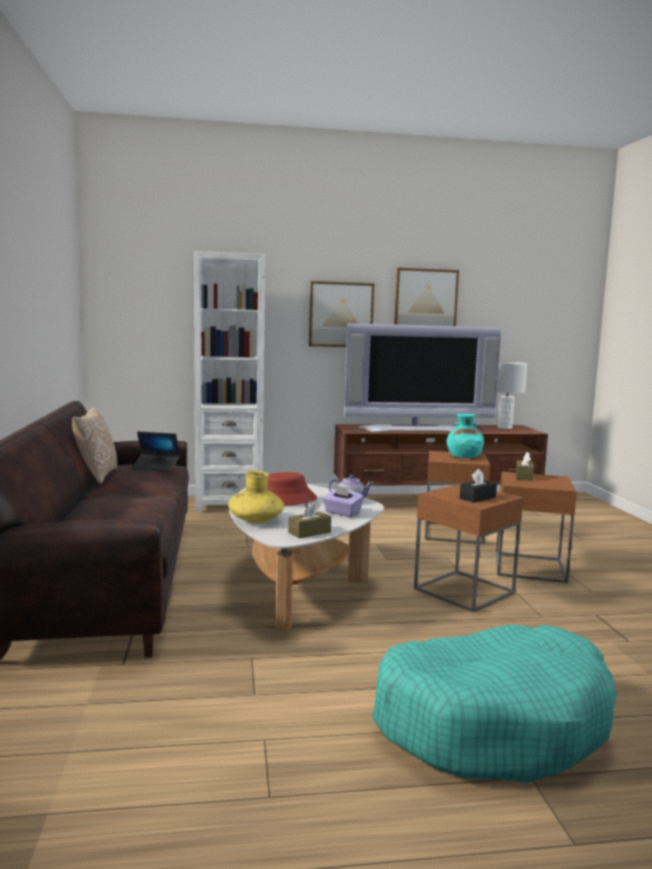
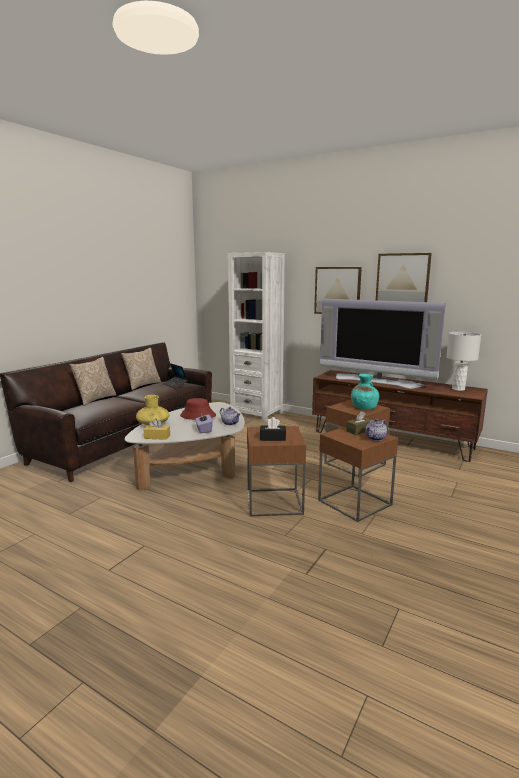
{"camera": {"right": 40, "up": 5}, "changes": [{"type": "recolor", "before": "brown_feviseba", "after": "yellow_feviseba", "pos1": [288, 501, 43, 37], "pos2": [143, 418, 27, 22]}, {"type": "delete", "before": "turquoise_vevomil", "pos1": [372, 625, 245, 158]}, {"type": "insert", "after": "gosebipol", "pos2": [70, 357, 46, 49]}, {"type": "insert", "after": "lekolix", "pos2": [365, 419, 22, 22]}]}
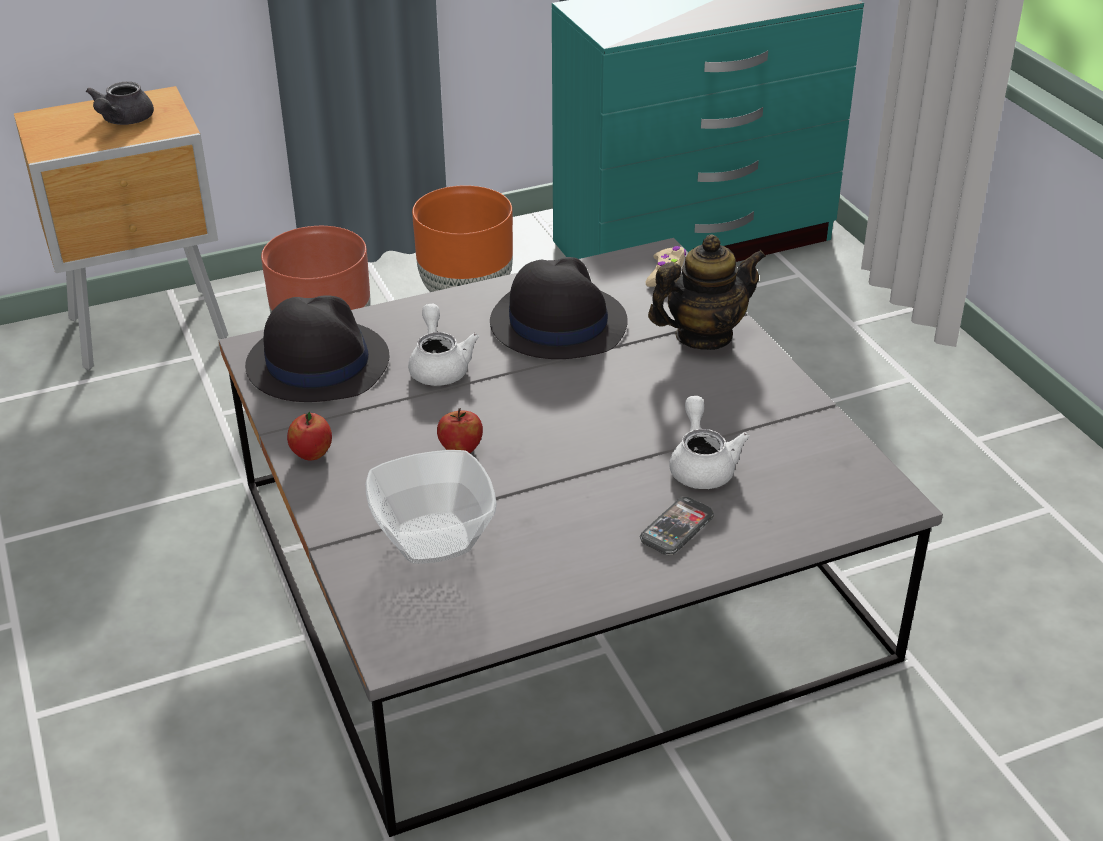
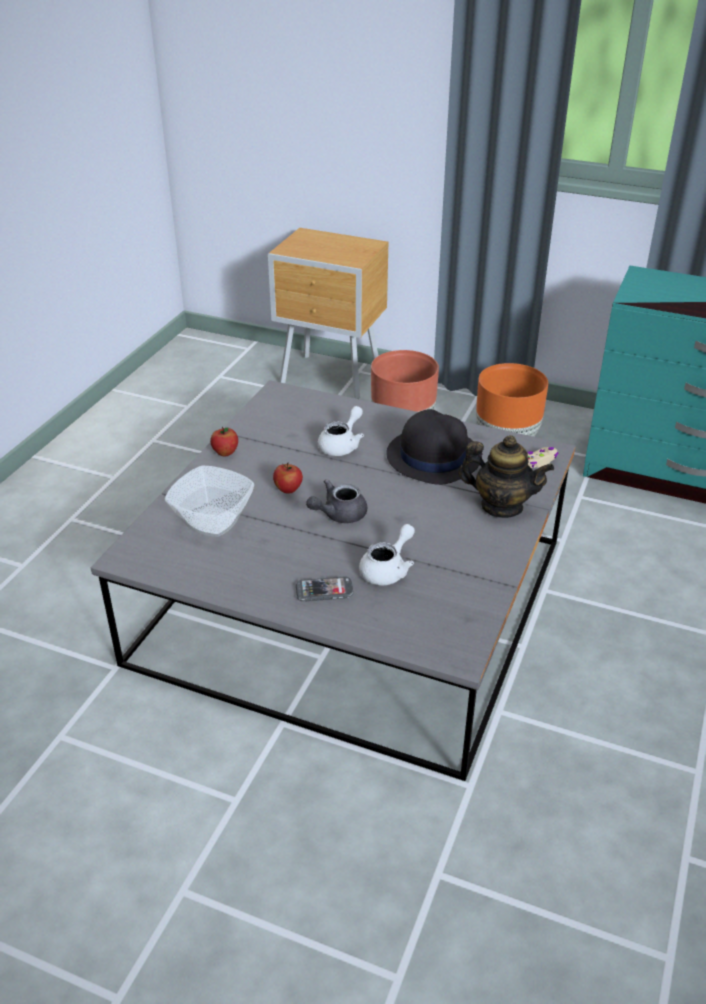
{"camera": {"right": 45, "up": 0}, "changes": [{"type": "move", "before": "grey_lekolix", "pos1": [86, 82, 68, 43], "pos2": [306, 479, 61, 44]}, {"type": "delete", "before": "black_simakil", "pos1": [245, 295, 144, 107]}]}
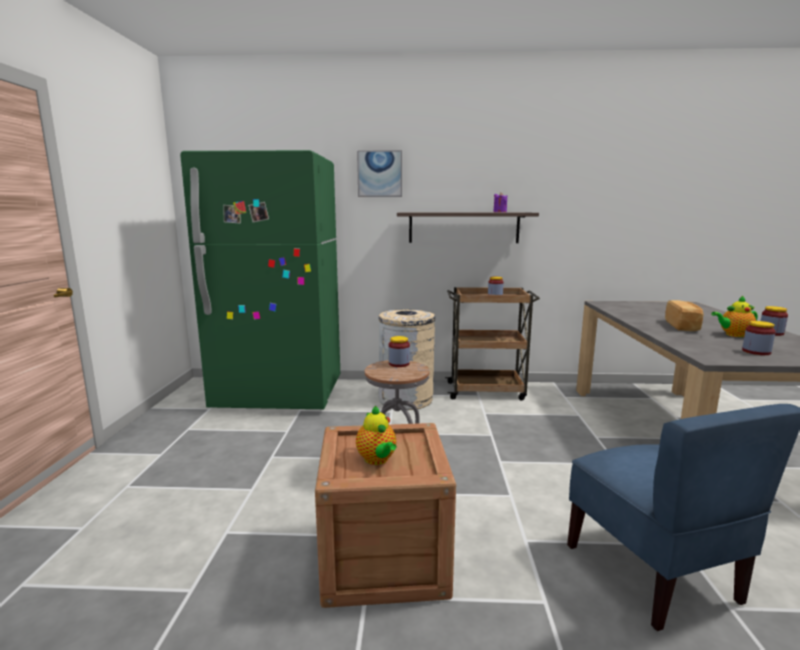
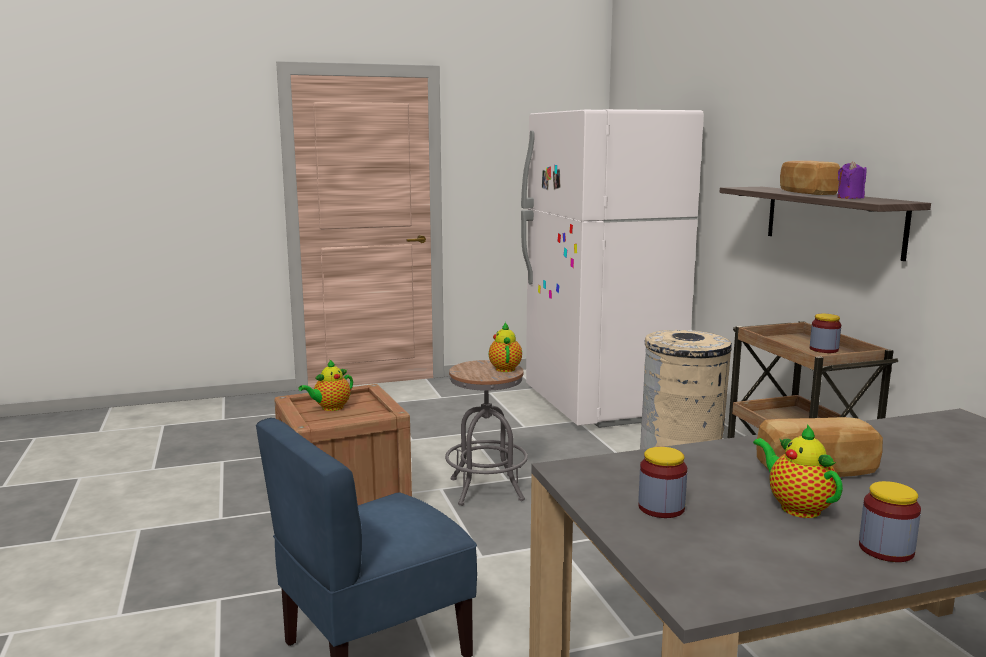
{"camera": {"right": 70, "up": 0}, "changes": [{"type": "recolor", "before": "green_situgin", "after": "white_situgin", "pos1": [180, 150, 160, 259], "pos2": [521, 109, 183, 319]}, {"type": "delete", "before": "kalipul", "pos1": [357, 150, 45, 47]}, {"type": "replace", "before": "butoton", "after": "lekolix", "pos1": [389, 336, 21, 31], "pos2": [489, 322, 33, 50]}, {"type": "insert", "after": "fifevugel", "pos2": [780, 161, 60, 34]}]}
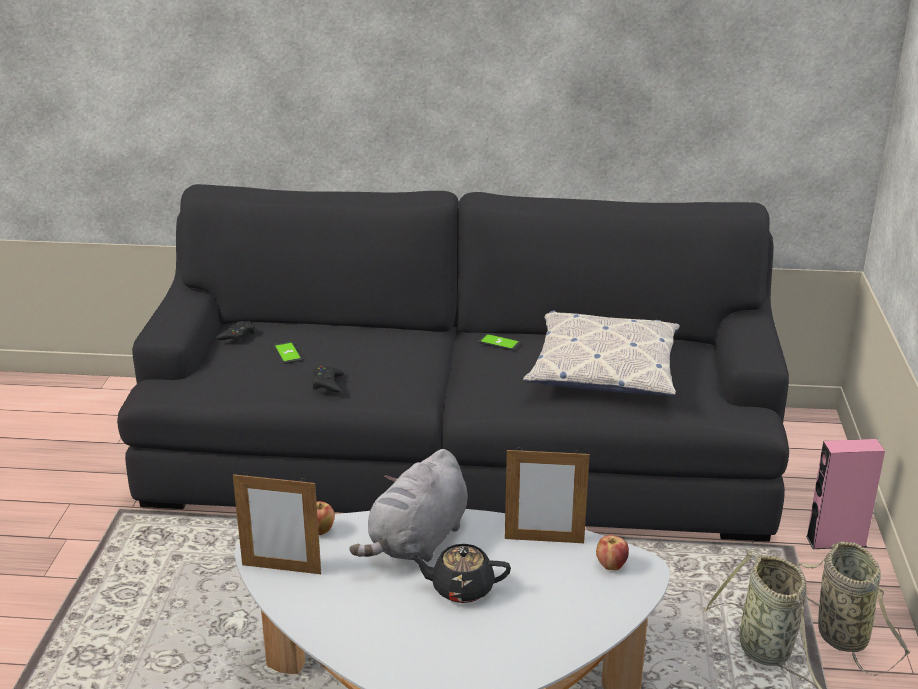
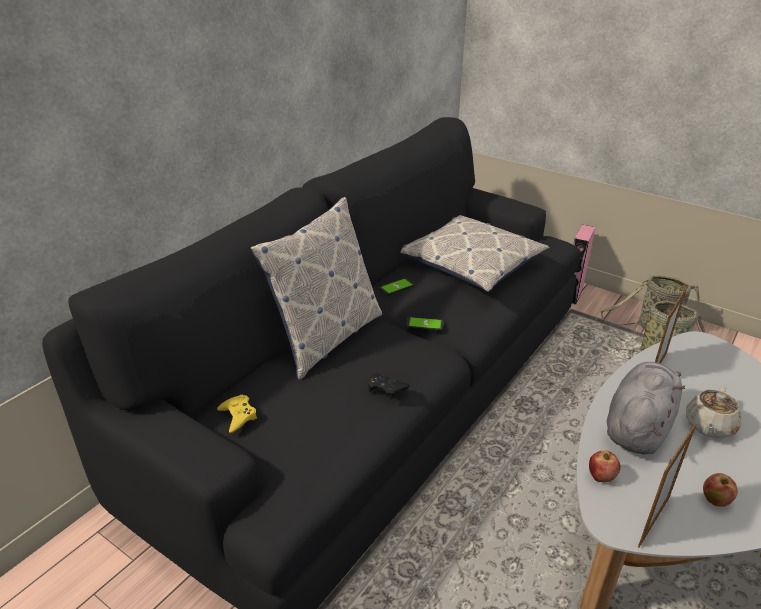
{"camera": {"right": -60, "up": 5}, "changes": [{"type": "recolor", "before": "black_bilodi", "after": "yellow_bilodi", "pos1": [216, 321, 39, 22], "pos2": [217, 395, 40, 38]}, {"type": "move", "before": "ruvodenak", "pos1": [274, 341, 28, 23], "pos2": [406, 317, 38, 14]}, {"type": "rotate", "before": "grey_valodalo", "pos1": [349, 449, 119, 113], "pos2": [607, 362, 78, 93], "turn": -120}, {"type": "move", "before": "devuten", "pos1": [596, 535, 33, 35], "pos2": [703, 473, 35, 34]}, {"type": "recolor", "before": "black_lekolix", "after": "beige_lekolix", "pos1": [409, 544, 102, 59], "pos2": [686, 385, 56, 53]}, {"type": "insert", "after": "gosebipol", "pos2": [250, 197, 132, 183]}]}
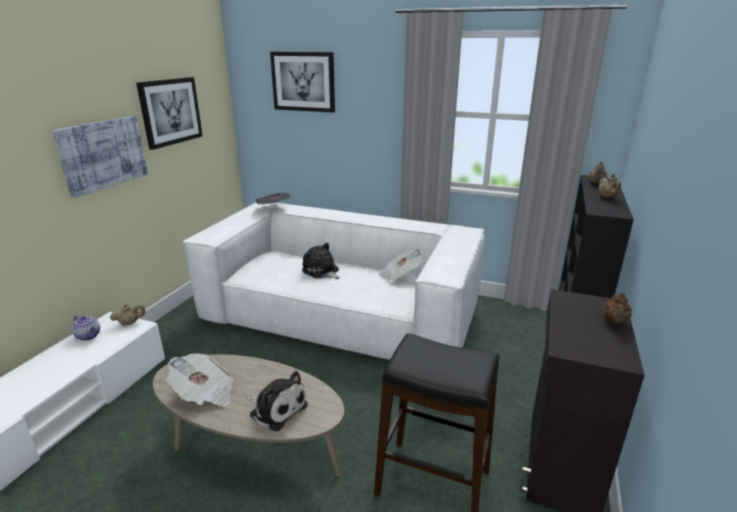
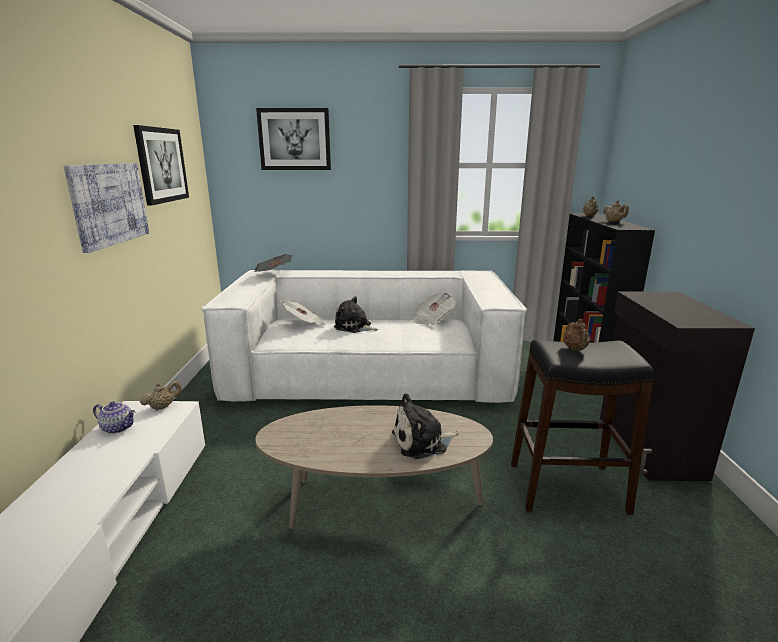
{"camera": {"right": -20, "up": -5}, "changes": [{"type": "move", "before": "brown_lekolix", "pos1": [604, 293, 28, 31], "pos2": [563, 319, 28, 32]}, {"type": "move", "before": "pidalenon", "pos1": [166, 353, 69, 53], "pos2": [280, 300, 46, 25]}, {"type": "rotate", "before": "valodalo", "pos1": [247, 371, 61, 60], "pos2": [392, 393, 67, 66], "turn": 150}]}
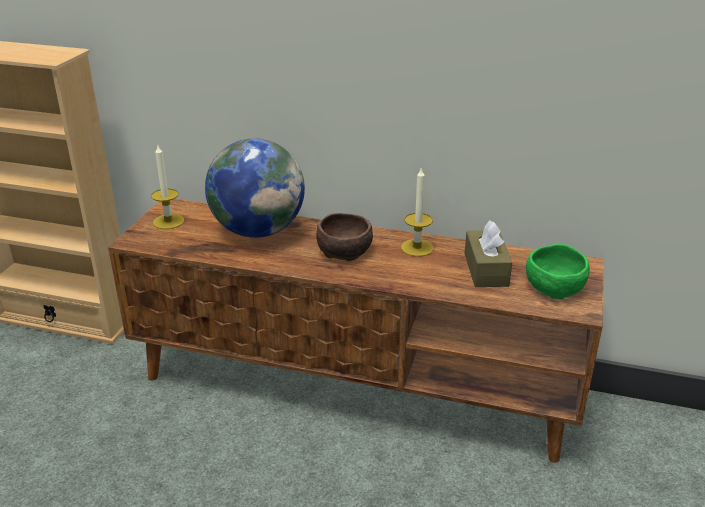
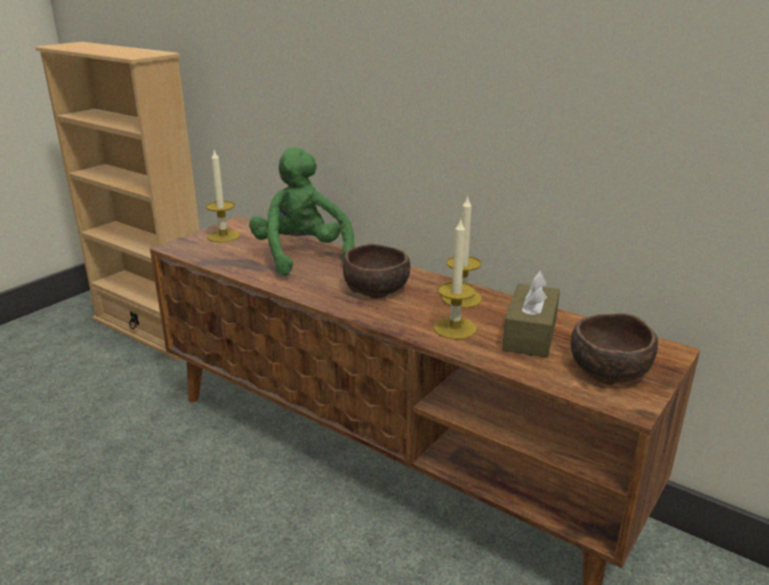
{"camera": {"right": 20, "up": -5}, "changes": [{"type": "replace", "before": "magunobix", "after": "green_valodalo", "pos1": [205, 138, 100, 100], "pos2": [249, 147, 105, 129]}, {"type": "recolor", "before": "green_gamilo", "after": "brown_gamilo", "pos1": [526, 244, 64, 55], "pos2": [571, 313, 87, 72]}, {"type": "insert", "after": "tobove", "pos2": [433, 217, 44, 122]}]}
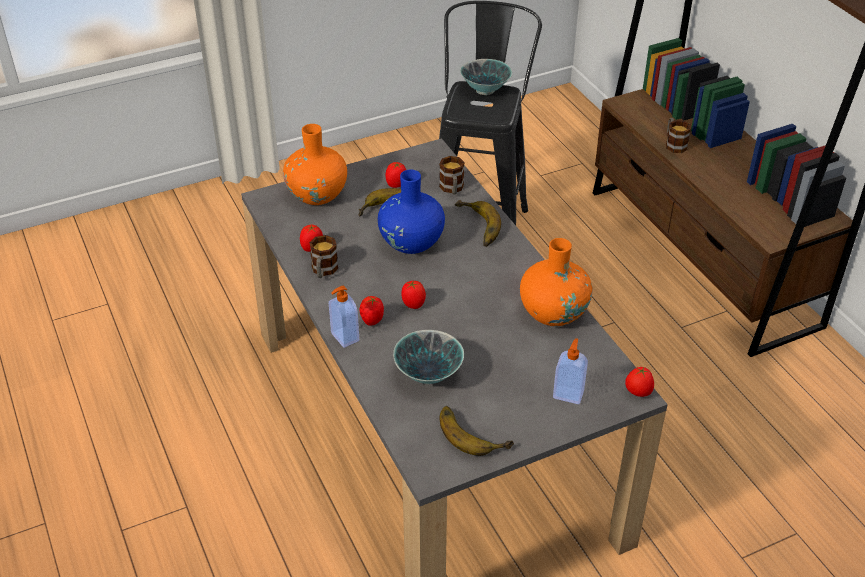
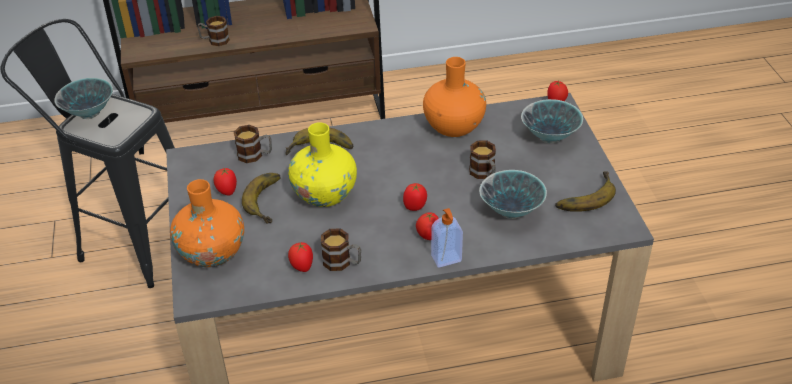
{"camera": {"right": -75, "up": 0}, "changes": [{"type": "recolor", "before": "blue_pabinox", "after": "yellow_pabinox", "pos1": [378, 170, 67, 84], "pos2": [288, 122, 69, 85]}, {"type": "replace", "before": "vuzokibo", "after": "gamilo", "pos1": [553, 338, 35, 66], "pos2": [521, 99, 62, 45]}, {"type": "insert", "after": "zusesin", "pos2": [469, 141, 27, 38]}]}
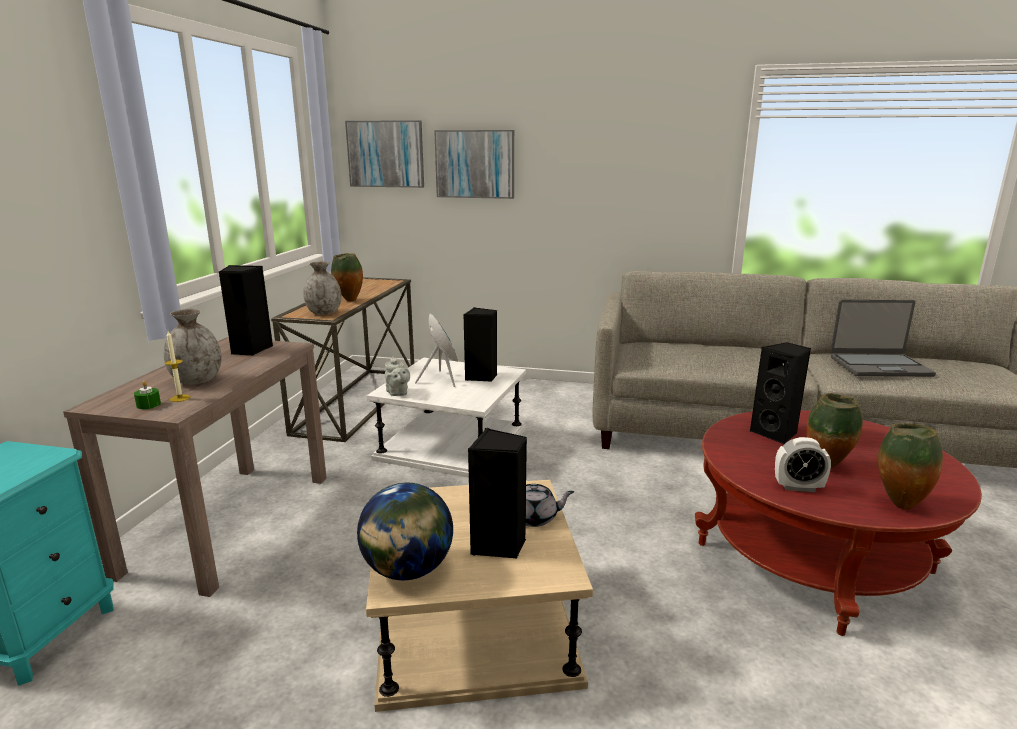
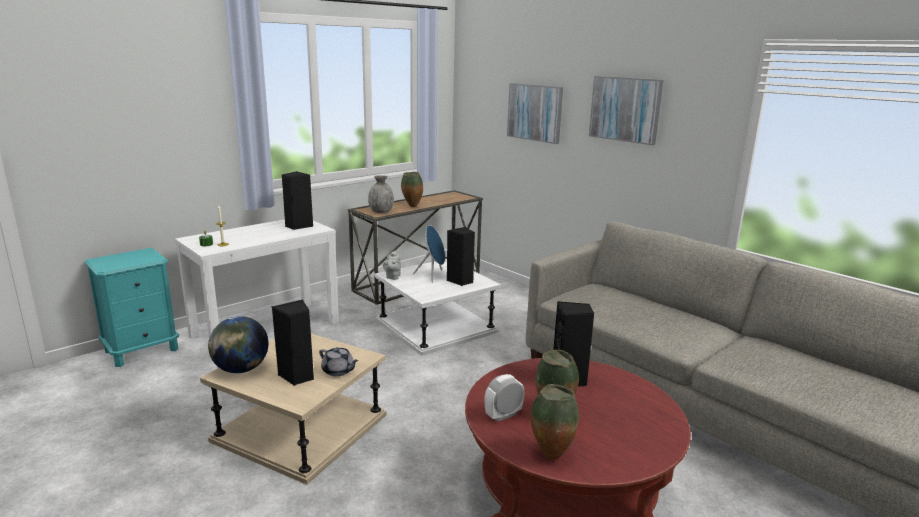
{"camera": {"right": 35, "up": 0}, "changes": [{"type": "move", "before": "kalipul", "pos1": [345, 120, 79, 68], "pos2": [589, 76, 74, 69]}, {"type": "delete", "before": "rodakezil", "pos1": [830, 300, 106, 77]}, {"type": "delete", "before": "grey_pabinox", "pos1": [164, 309, 58, 76]}, {"type": "recolor", "before": "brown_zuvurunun", "after": "white_zuvurunun", "pos1": [63, 337, 264, 260], "pos2": [175, 219, 164, 120]}, {"type": "rotate", "before": "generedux", "pos1": [775, 437, 56, 55], "pos2": [485, 374, 39, 48], "turn": 105}]}
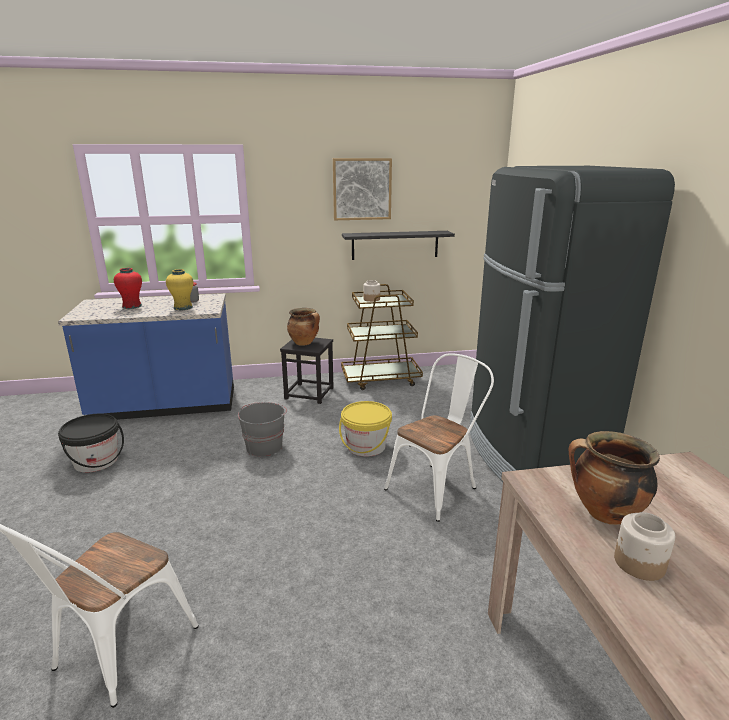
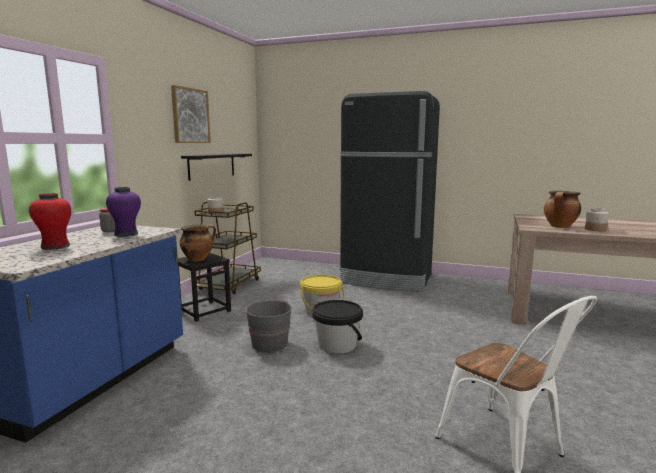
{"camera": {"right": -60, "up": -10}, "changes": [{"type": "recolor", "before": "yellow_pabinox", "after": "purple_pabinox", "pos1": [166, 269, 28, 41], "pos2": [106, 187, 35, 50]}, {"type": "delete", "before": "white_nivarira", "pos1": [384, 353, 110, 169]}, {"type": "move", "before": "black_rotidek", "pos1": [58, 414, 66, 59], "pos2": [312, 300, 51, 54]}]}
